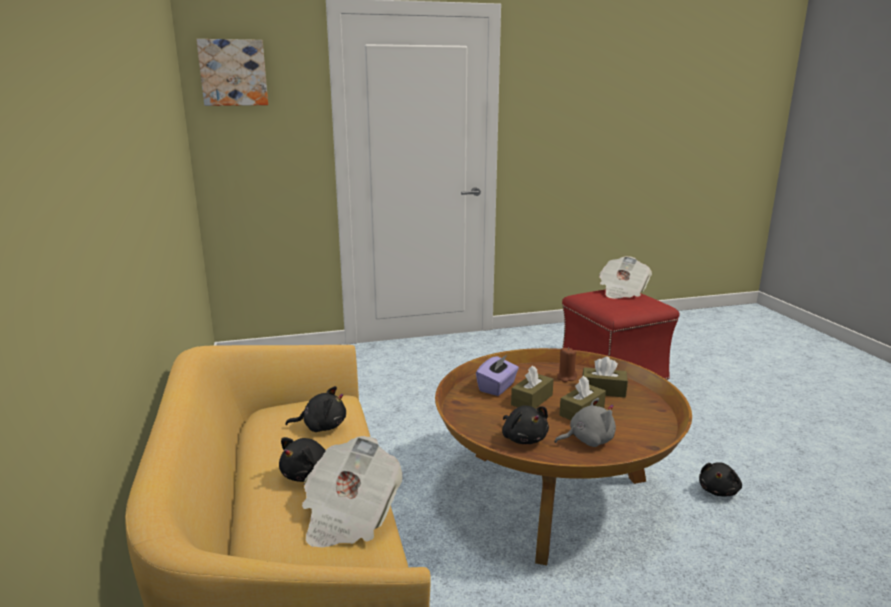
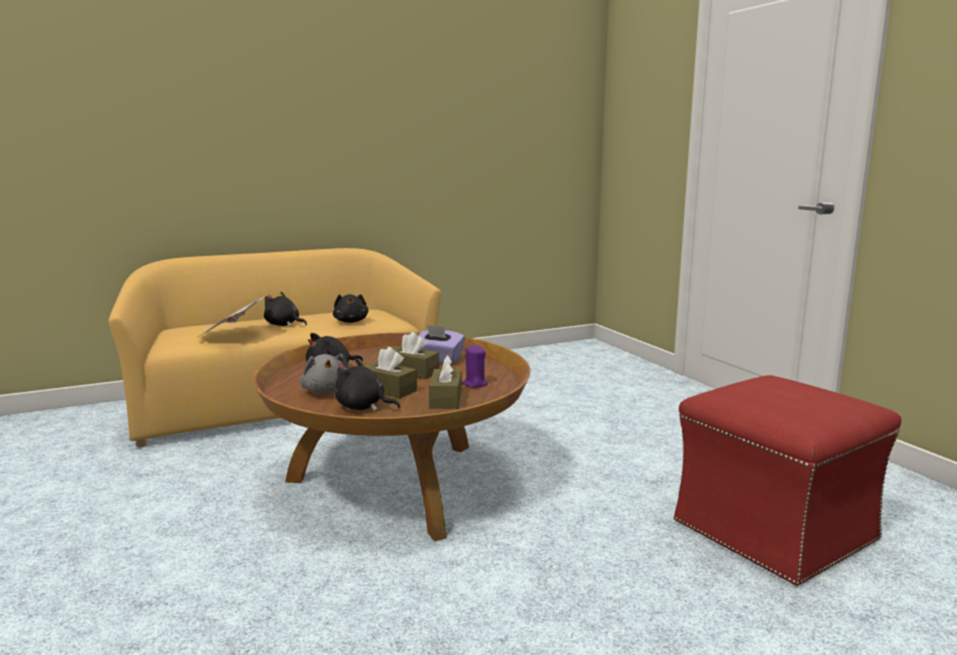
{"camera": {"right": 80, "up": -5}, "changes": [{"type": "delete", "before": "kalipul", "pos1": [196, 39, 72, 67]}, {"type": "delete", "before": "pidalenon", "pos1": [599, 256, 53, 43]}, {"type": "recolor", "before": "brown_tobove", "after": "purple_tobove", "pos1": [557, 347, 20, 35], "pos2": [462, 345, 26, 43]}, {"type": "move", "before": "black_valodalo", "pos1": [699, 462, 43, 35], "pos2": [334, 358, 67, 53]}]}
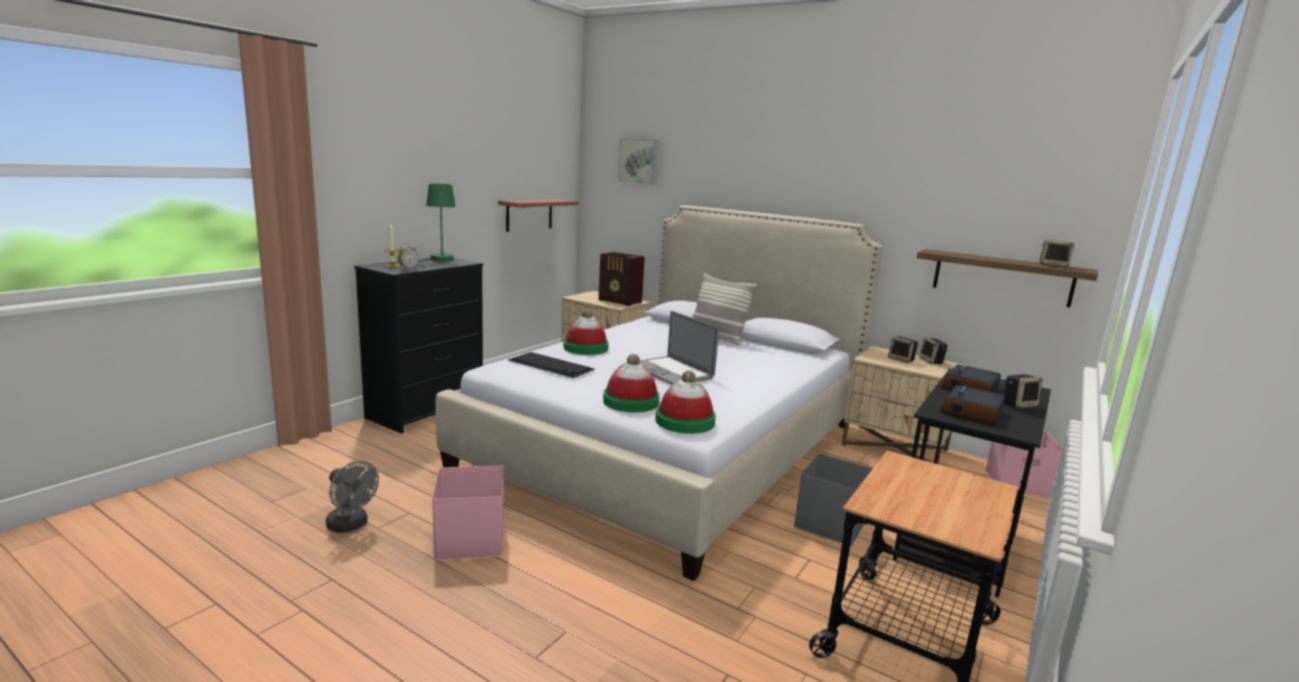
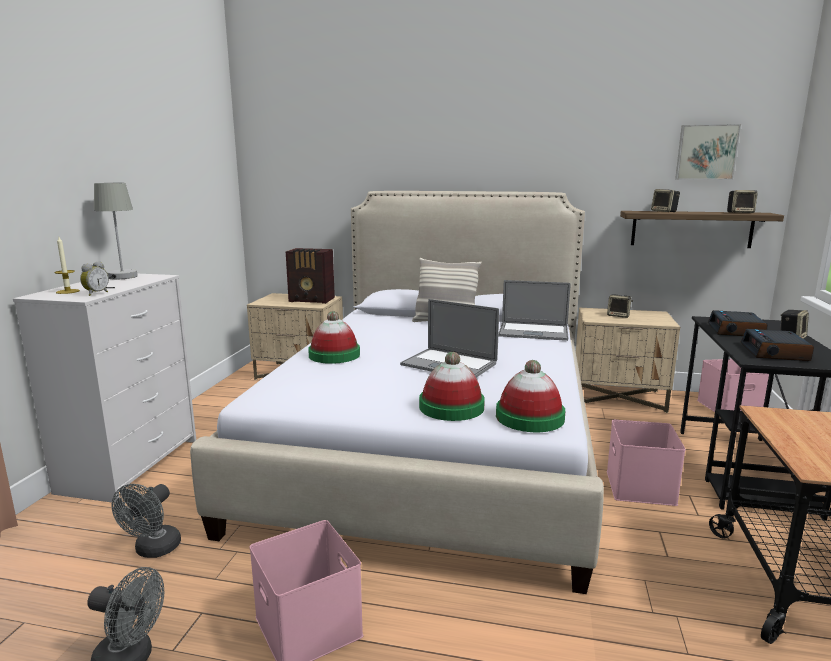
{"camera": {"right": -20, "up": 0}, "changes": [{"type": "move", "before": "kalipul", "pos1": [618, 138, 41, 47], "pos2": [675, 124, 66, 56]}, {"type": "recolor", "before": "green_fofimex", "after": "grey_fofimex", "pos1": [416, 184, 40, 83], "pos2": [94, 183, 44, 105]}, {"type": "delete", "before": "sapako", "pos1": [498, 199, 80, 33]}, {"type": "recolor", "before": "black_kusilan", "after": "white_kusilan", "pos1": [354, 257, 129, 177], "pos2": [13, 274, 183, 229]}, {"type": "move", "before": "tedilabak", "pos1": [919, 337, 29, 27], "pos2": [651, 189, 29, 23]}, {"type": "delete", "before": "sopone", "pos1": [508, 352, 87, 26]}, {"type": "recolor", "before": "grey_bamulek", "after": "pink_bamulek", "pos1": [794, 453, 79, 93], "pos2": [607, 420, 79, 86]}, {"type": "insert", "after": "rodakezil", "pos2": [498, 280, 72, 61]}, {"type": "insert", "after": "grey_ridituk", "pos2": [111, 484, 70, 74]}]}
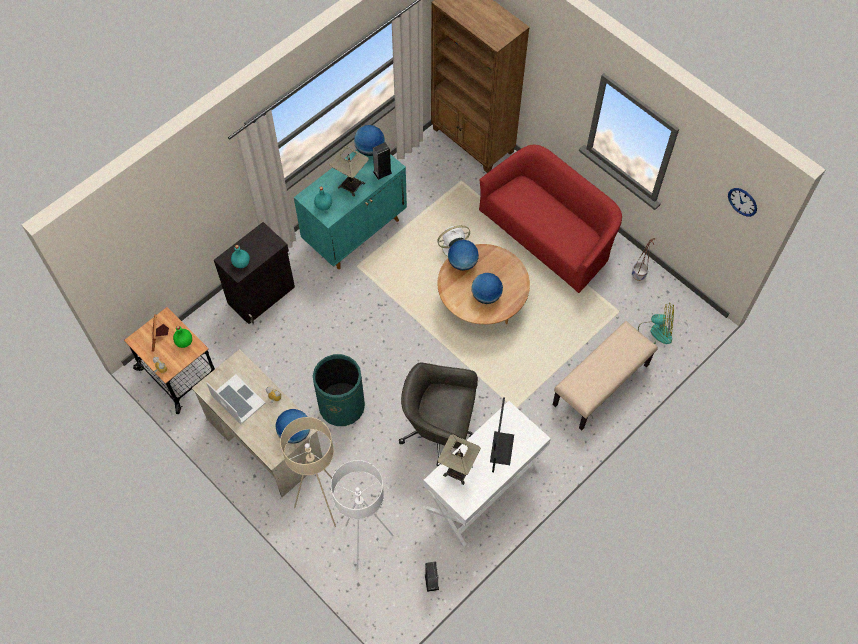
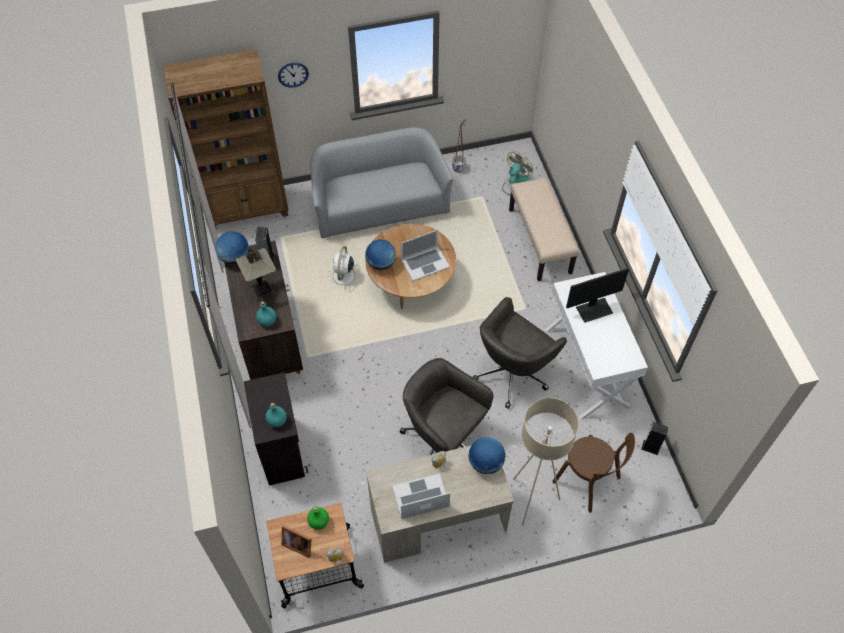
{"camera": {"right": -60, "up": -5}, "changes": [{"type": "recolor", "before": "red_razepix", "after": "grey_razepix", "pos1": [479, 144, 143, 149], "pos2": [310, 127, 143, 111]}, {"type": "recolor", "before": "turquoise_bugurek", "after": "brown_bugurek", "pos1": [294, 149, 113, 120], "pos2": [224, 240, 79, 140]}, {"type": "move", "before": "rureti", "pos1": [728, 188, 29, 29], "pos2": [278, 63, 31, 25]}, {"type": "replace", "before": "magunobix", "after": "rodakezil", "pos1": [472, 273, 31, 31], "pos2": [400, 230, 50, 51]}, {"type": "replace", "before": "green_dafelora", "after": "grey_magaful", "pos1": [313, 354, 52, 72], "pos2": [400, 358, 93, 97]}, {"type": "rotate", "before": "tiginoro", "pos1": [490, 397, 24, 75], "pos2": [566, 268, 63, 55], "turn": 120}, {"type": "delete", "before": "fofimex", "pos1": [438, 434, 43, 51]}, {"type": "replace", "before": "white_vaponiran", "after": "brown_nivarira", "pos1": [331, 460, 63, 110], "pos2": [552, 433, 83, 80]}]}
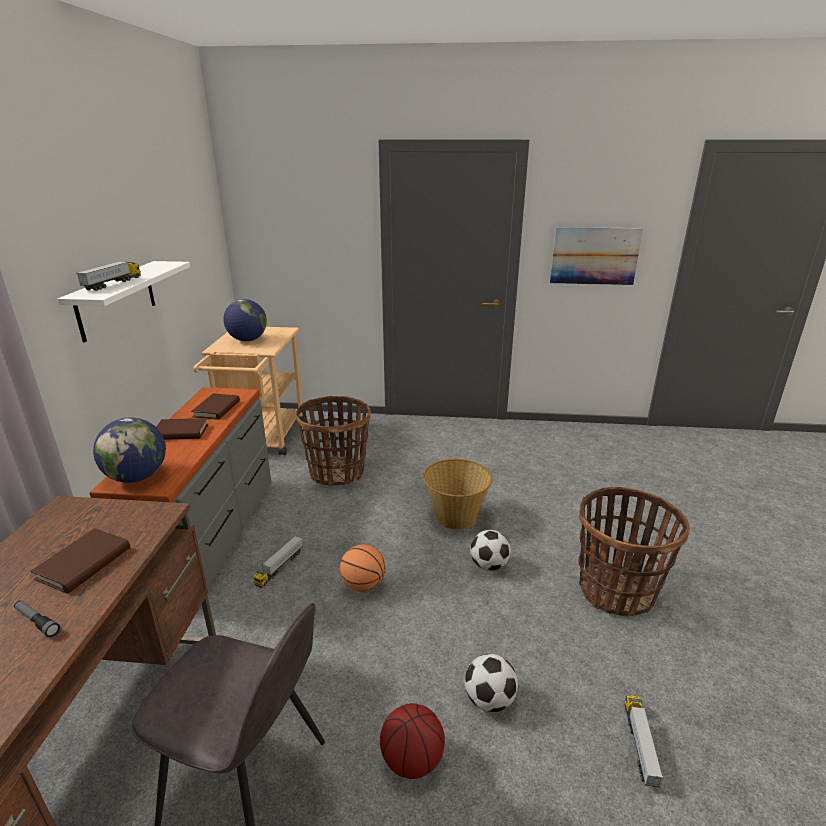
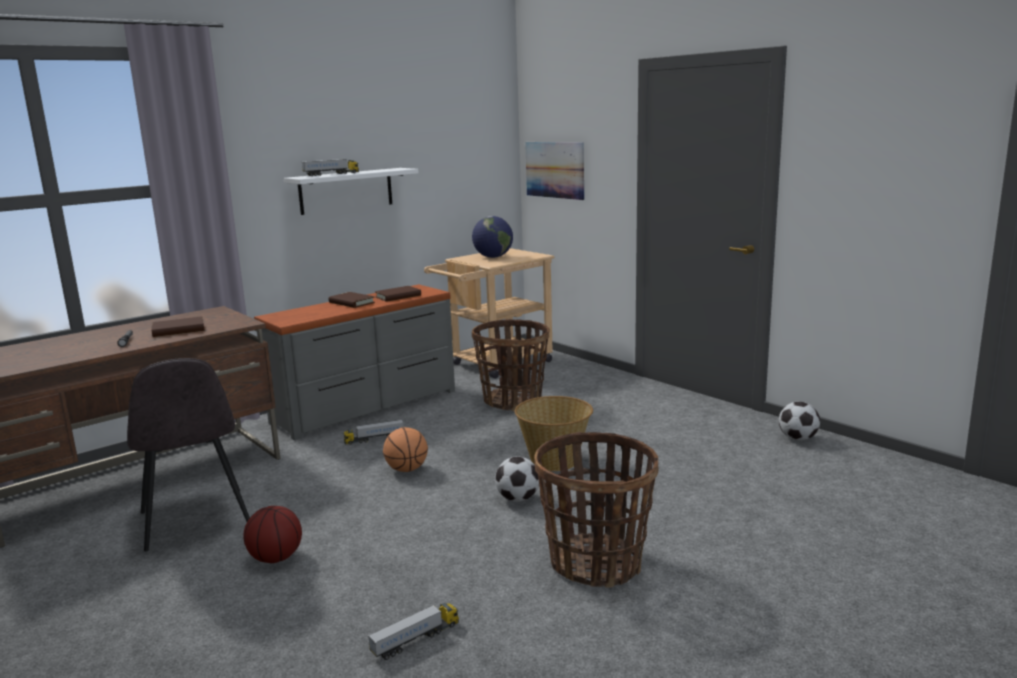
{"camera": {"right": 45, "up": -10}, "changes": [{"type": "move", "before": "kalipul", "pos1": [550, 227, 93, 58], "pos2": [525, 142, 59, 58]}, {"type": "delete", "before": "magunobix", "pos1": [93, 417, 73, 66]}, {"type": "move", "before": "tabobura", "pos1": [465, 654, 53, 58], "pos2": [779, 402, 41, 39]}]}
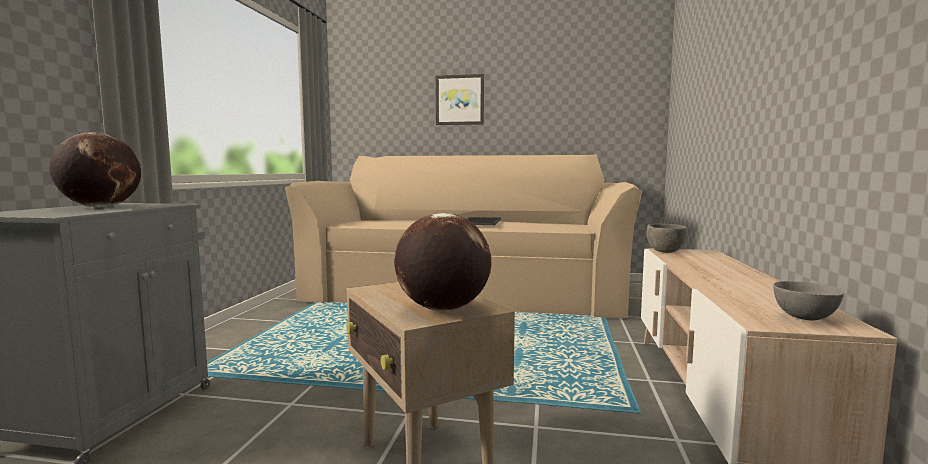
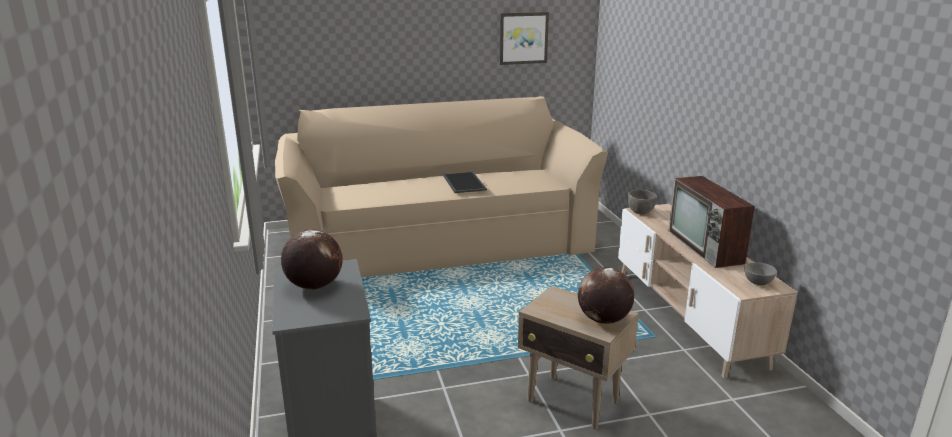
{"camera": {"right": -25, "up": 15}, "changes": [{"type": "move", "before": "kalipul", "pos1": [436, 74, 48, 51], "pos2": [499, 12, 50, 53]}, {"type": "insert", "after": "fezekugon", "pos2": [669, 176, 86, 92]}]}
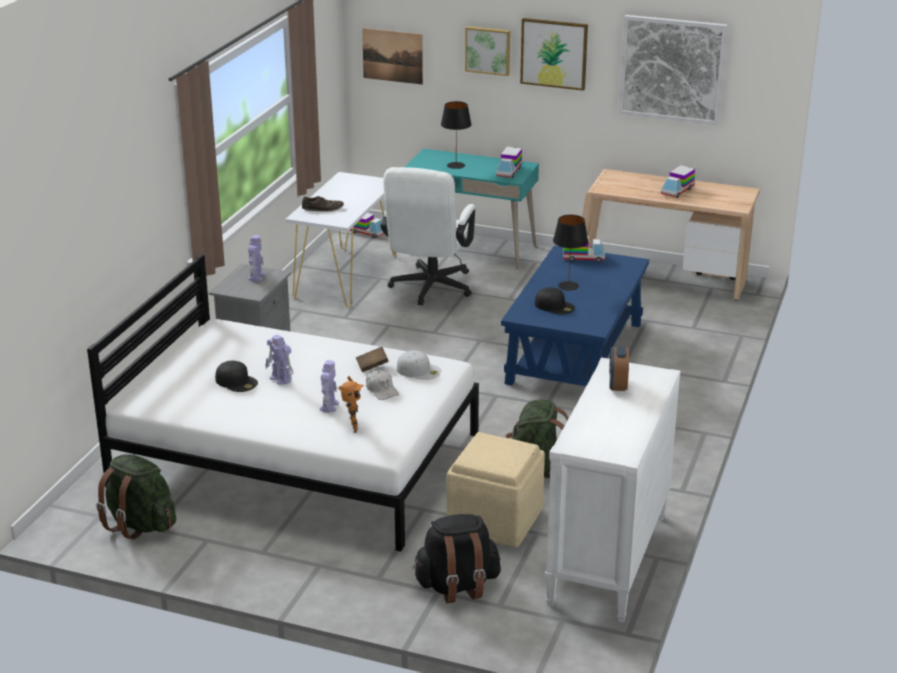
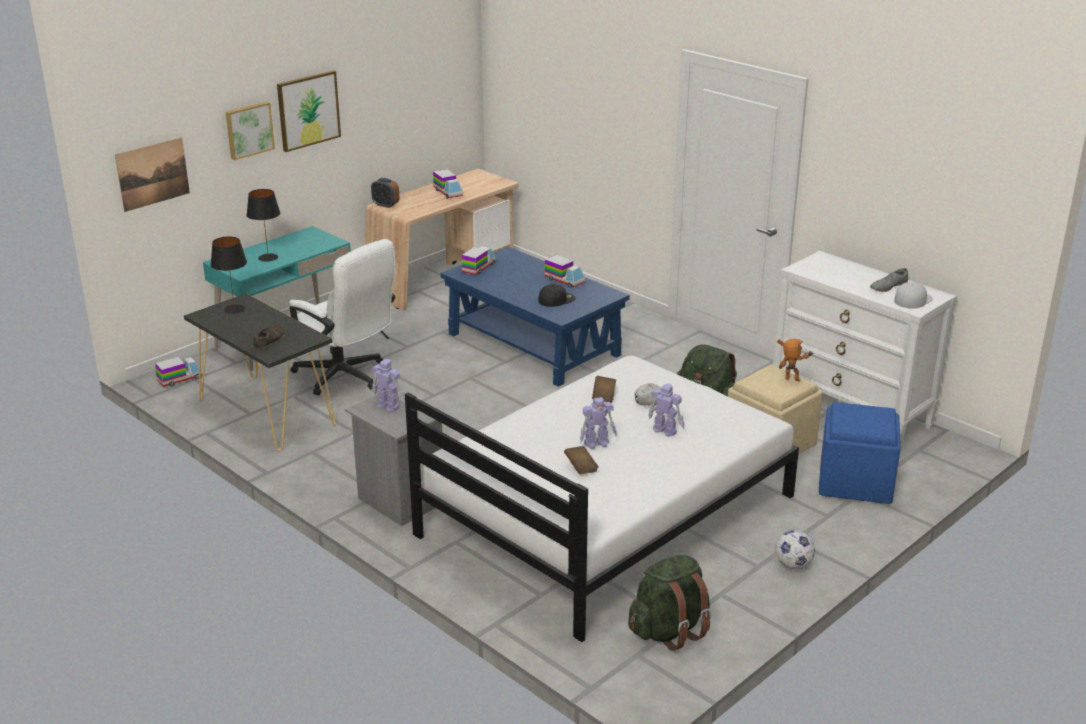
{"camera": {"right": -65, "up": 0}, "changes": [{"type": "delete", "before": "kalipul", "pos1": [619, 15, 108, 110]}, {"type": "move", "before": "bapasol", "pos1": [496, 147, 26, 31], "pos2": [544, 255, 41, 33]}, {"type": "recolor", "before": "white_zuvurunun", "after": "black_zuvurunun", "pos1": [285, 172, 111, 136], "pos2": [184, 294, 152, 157]}, {"type": "move", "before": "black_fofimex", "pos1": [553, 215, 35, 76], "pos2": [210, 236, 37, 78]}, {"type": "move", "before": "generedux", "pos1": [609, 347, 20, 44], "pos2": [371, 178, 28, 30]}, {"type": "move", "before": "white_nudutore", "pos1": [397, 351, 44, 29], "pos2": [894, 282, 39, 27]}, {"type": "replace", "before": "black_nudutore", "after": "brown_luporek", "pos1": [215, 360, 43, 32], "pos2": [564, 446, 35, 28]}, {"type": "move", "before": "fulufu", "pos1": [338, 376, 26, 57], "pos2": [777, 339, 37, 43]}, {"type": "replace", "before": "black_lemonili", "after": "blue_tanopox", "pos1": [412, 514, 89, 89], "pos2": [819, 402, 81, 102]}, {"type": "insert", "after": "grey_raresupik", "pos2": [870, 268, 38, 24]}, {"type": "insert", "after": "tabobura", "pos2": [775, 530, 40, 39]}]}
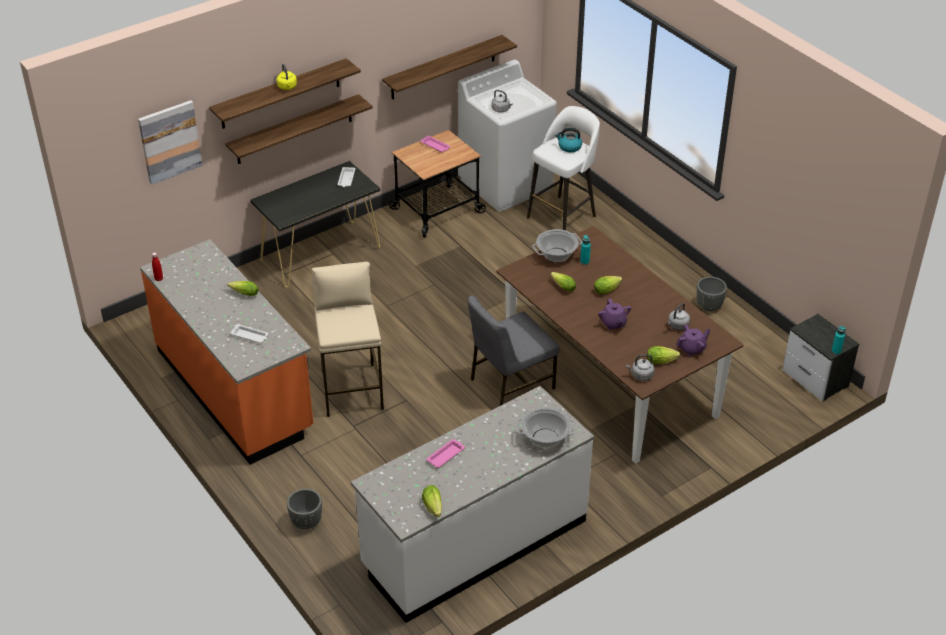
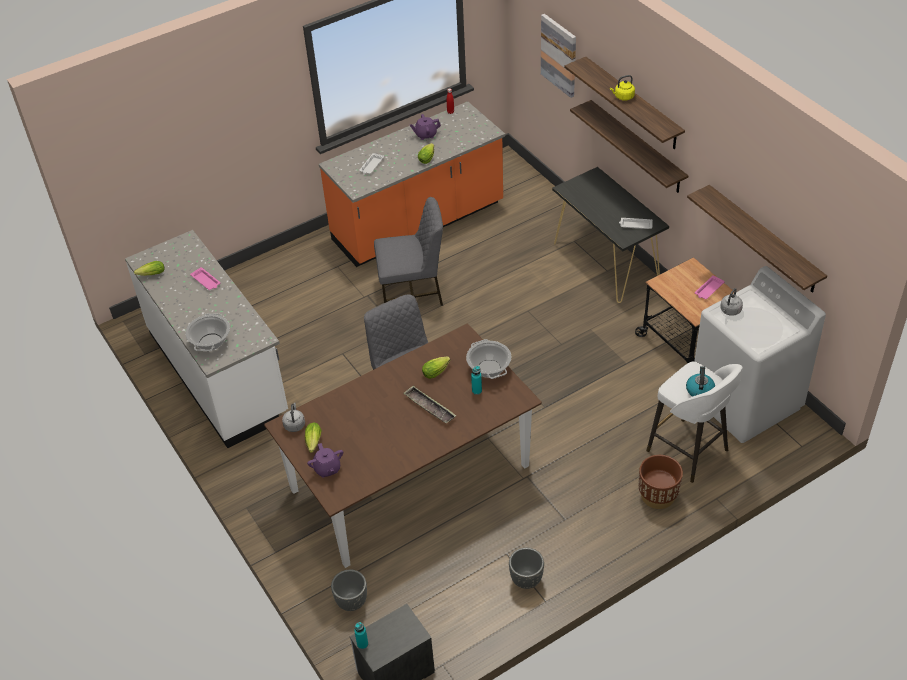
{"camera": {"right": 95, "up": 5}, "changes": [{"type": "replace", "before": "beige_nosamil", "after": "grey_nivarira", "pos1": [312, 262, 72, 155], "pos2": [374, 197, 69, 109]}, {"type": "replace", "before": "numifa", "after": "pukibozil", "pos1": [594, 276, 28, 18], "pos2": [403, 386, 53, 37]}, {"type": "move", "before": "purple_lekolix", "pos1": [598, 299, 33, 31], "pos2": [410, 114, 31, 26]}, {"type": "delete", "before": "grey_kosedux", "pos1": [668, 303, 22, 27]}, {"type": "move", "before": "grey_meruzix", "pos1": [287, 489, 35, 40], "pos2": [331, 570, 36, 41]}, {"type": "insert", "after": "brown_meruzix", "pos2": [639, 455, 44, 54]}]}
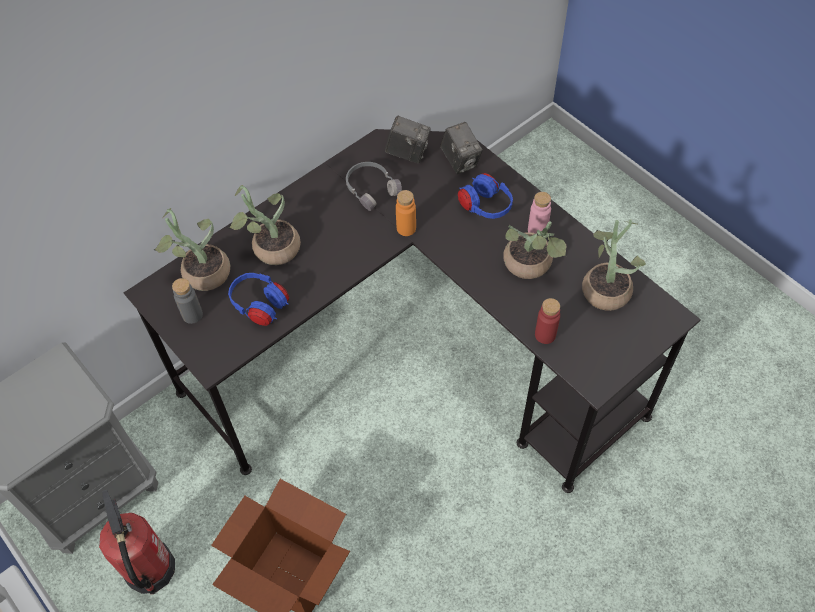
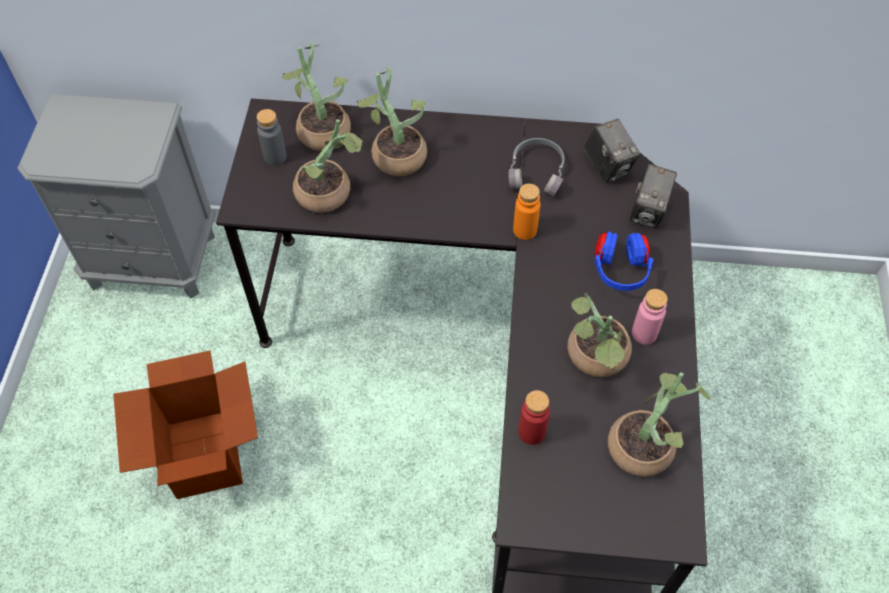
{"camera": {"right": 45, "up": 0}, "changes": [{"type": "replace", "before": "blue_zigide", "after": "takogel", "pos1": [228, 273, 61, 53], "pos2": [293, 119, 71, 94]}, {"type": "delete", "before": "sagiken", "pos1": [99, 490, 76, 104]}]}
